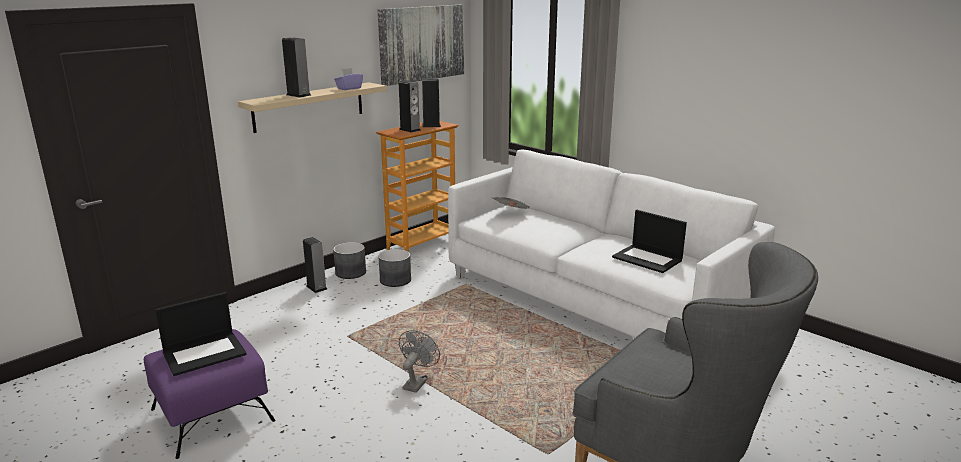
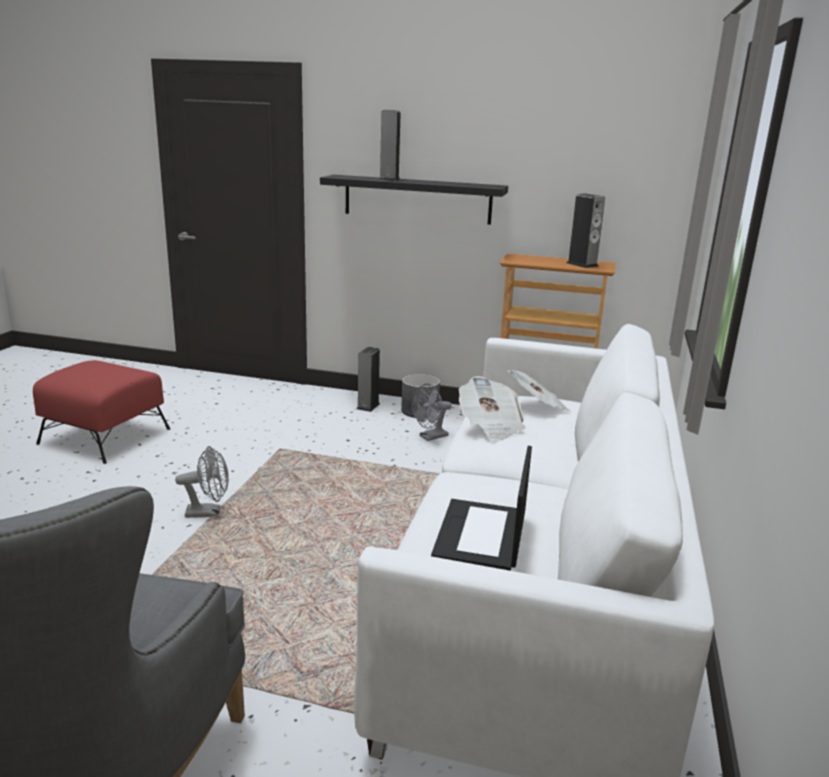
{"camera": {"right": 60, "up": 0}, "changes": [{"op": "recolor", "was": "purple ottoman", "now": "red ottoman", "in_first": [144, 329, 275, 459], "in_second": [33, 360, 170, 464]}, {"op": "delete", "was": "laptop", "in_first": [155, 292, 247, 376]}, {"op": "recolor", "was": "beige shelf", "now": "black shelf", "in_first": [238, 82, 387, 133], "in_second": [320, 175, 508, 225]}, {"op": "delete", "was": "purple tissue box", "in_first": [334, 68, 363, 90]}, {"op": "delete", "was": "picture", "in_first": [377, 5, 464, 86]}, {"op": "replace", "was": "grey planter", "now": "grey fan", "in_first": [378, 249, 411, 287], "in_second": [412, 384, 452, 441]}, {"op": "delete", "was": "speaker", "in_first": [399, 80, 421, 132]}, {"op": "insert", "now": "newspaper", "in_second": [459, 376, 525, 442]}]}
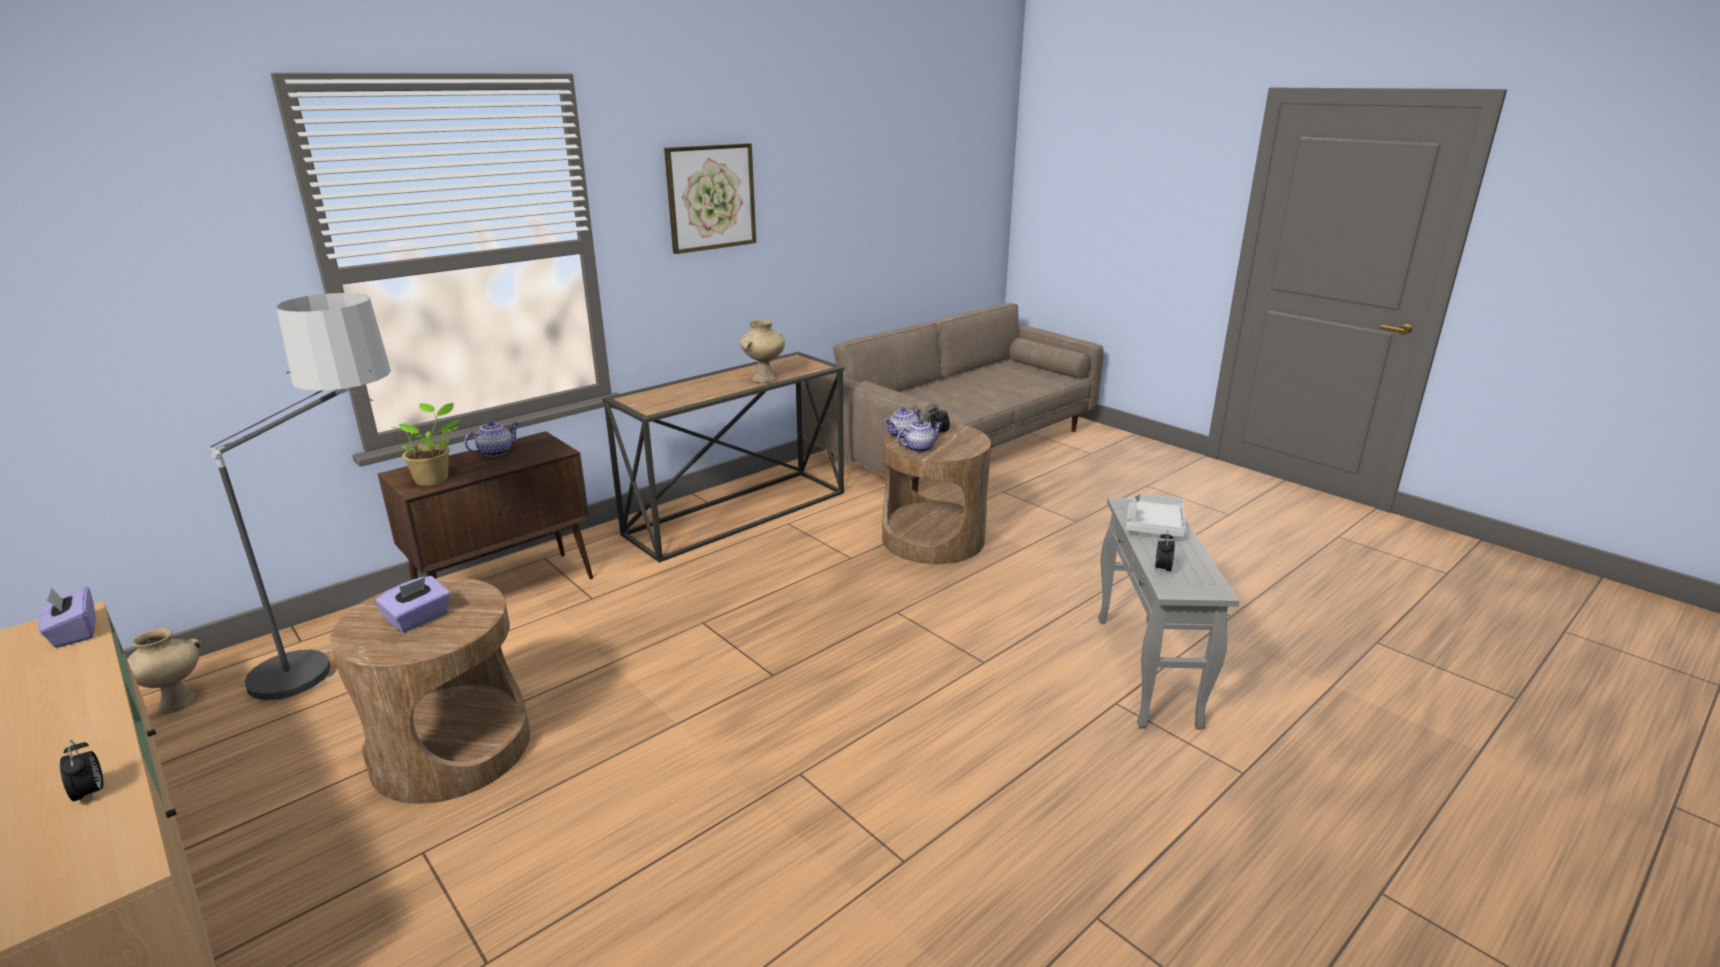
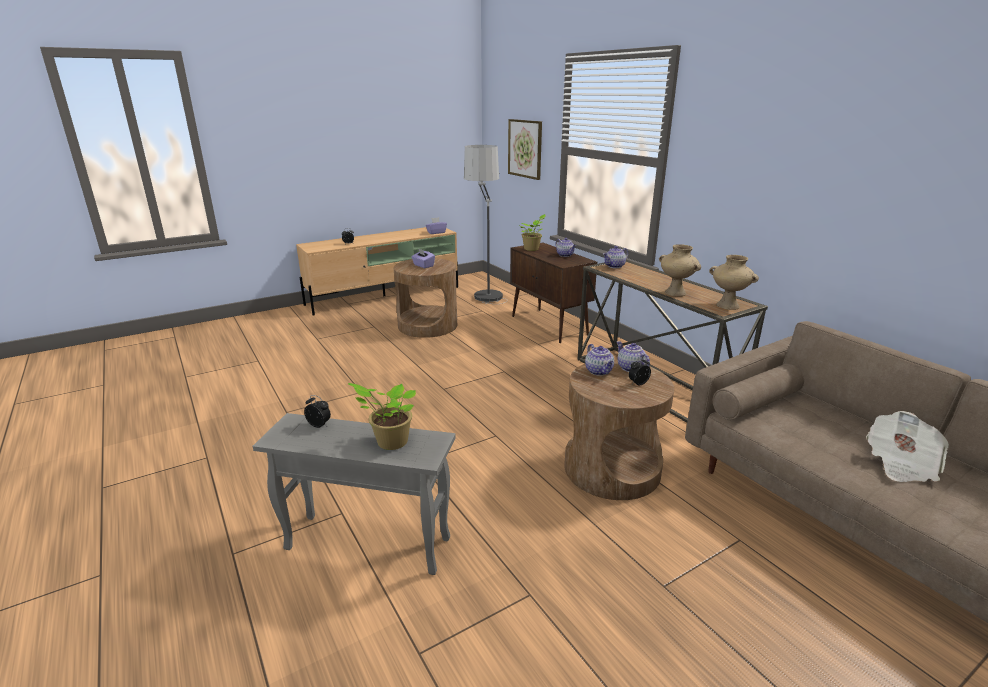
{"camera": {"right": 100, "up": 0}, "changes": [{"op": "move", "was": "beige vase", "in_first": [127, 628, 203, 714], "in_second": [709, 255, 759, 310]}, {"op": "move", "was": "picture", "in_first": [664, 143, 756, 254], "in_second": [508, 119, 542, 180]}, {"op": "replace", "was": "grey tray", "now": "potted plant", "in_first": [1126, 494, 1186, 537], "in_second": [348, 383, 416, 450]}, {"op": "insert", "now": "teapot", "in_second": [603, 246, 628, 268]}, {"op": "insert", "now": "newspaper", "in_second": [866, 411, 949, 482]}]}
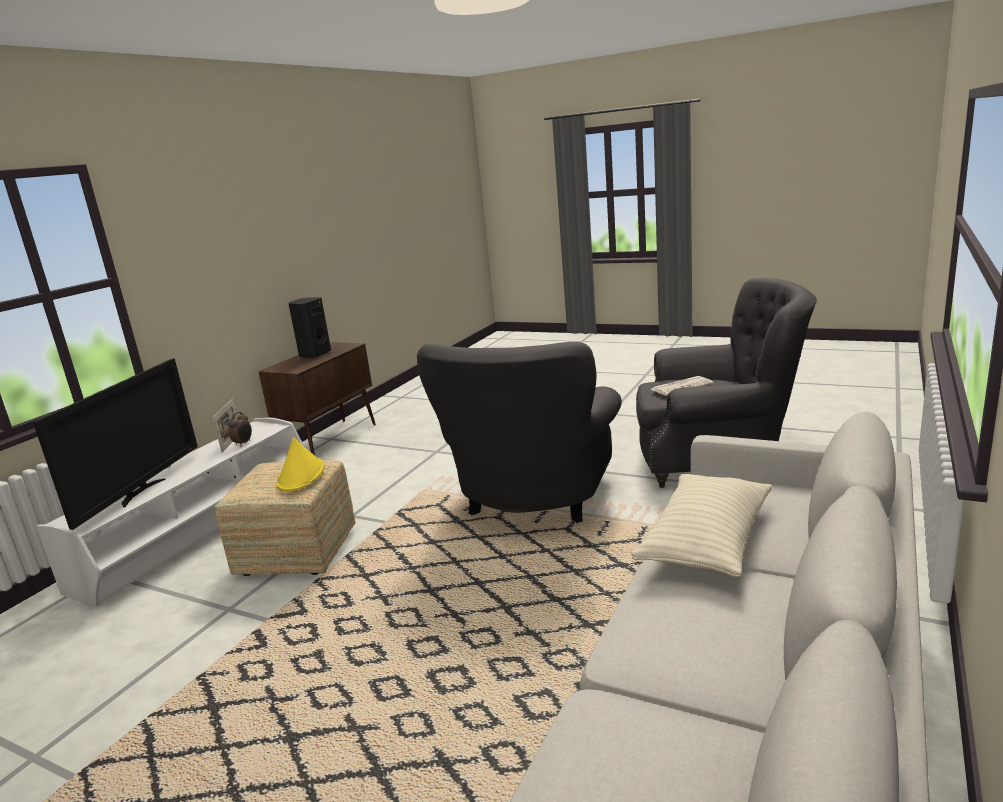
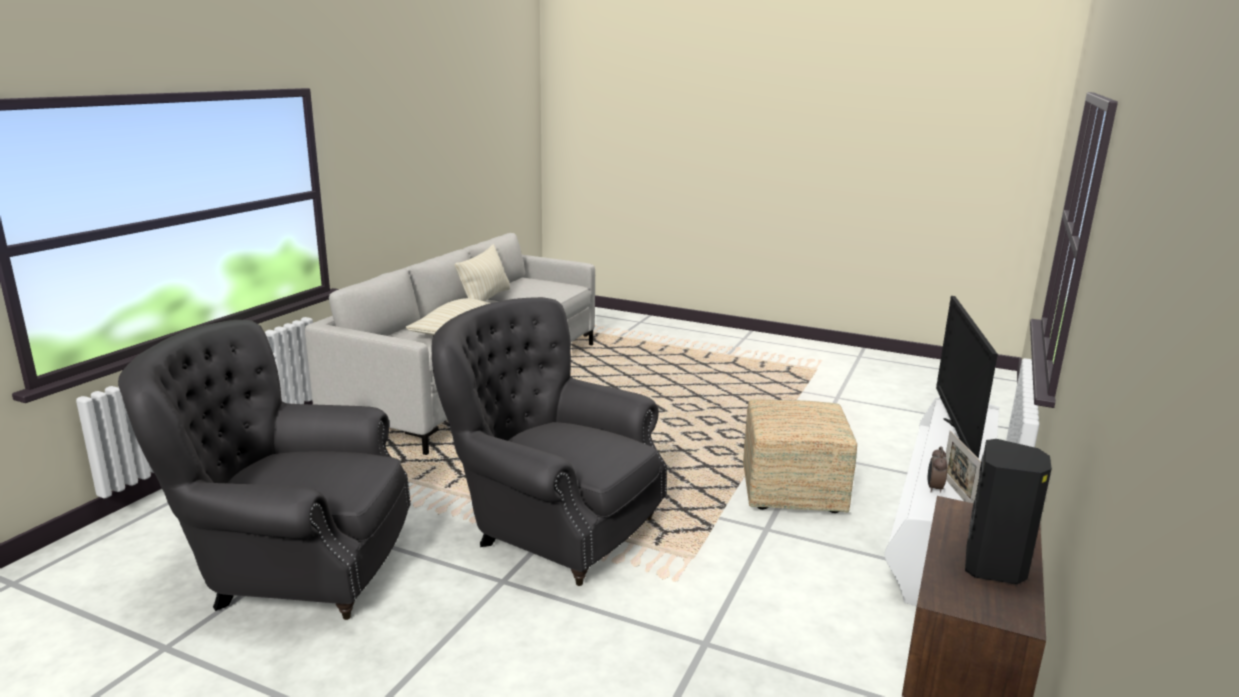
{"camera": {"right": 175, "up": 0}, "changes": [{"op": "delete", "was": "yellow hat", "in_first": [276, 437, 325, 492]}, {"op": "rotate", "was": "grey armchair", "in_first": [417, 342, 622, 523], "in_second": [432, 297, 667, 586], "clockwise": -75}, {"op": "delete", "was": "newspaper", "in_first": [651, 376, 714, 396]}, {"op": "insert", "now": "beige pillow", "in_second": [455, 244, 510, 301]}]}
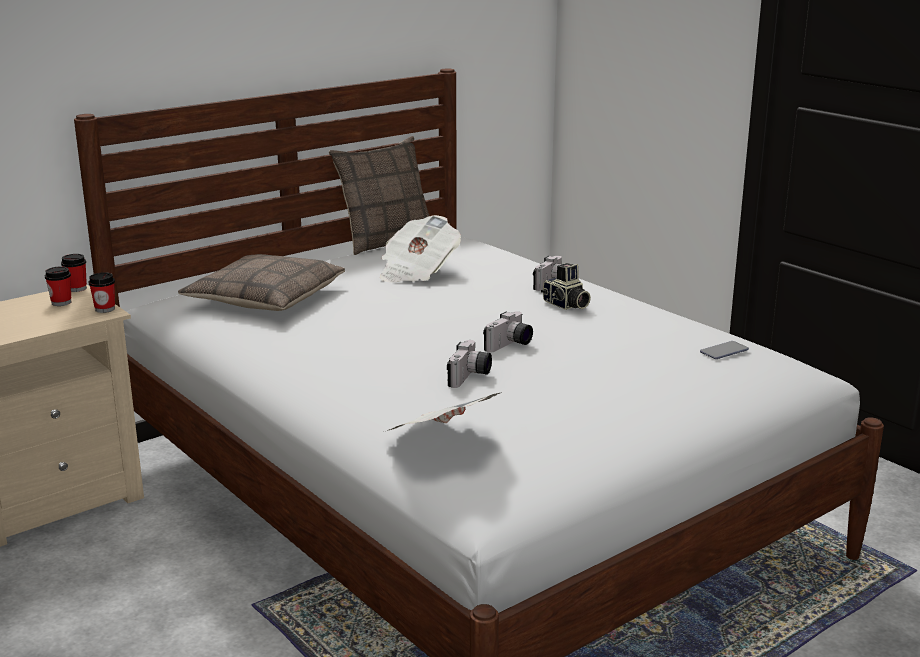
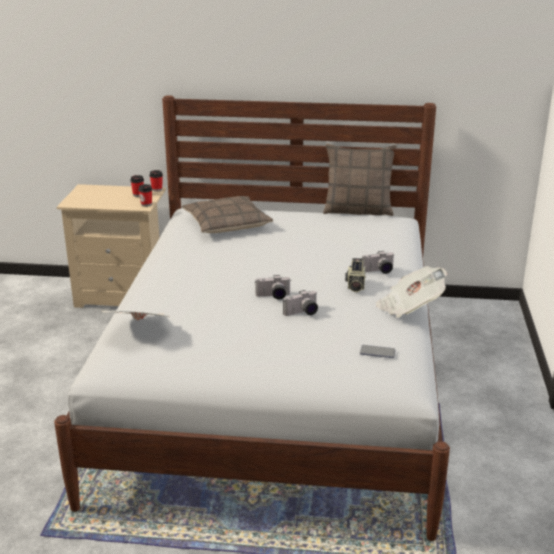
{"camera": {"right": 45, "up": 5}, "changes": [{"op": "move", "was": "newspaper", "in_first": [380, 215, 461, 283], "in_second": [376, 266, 448, 318]}, {"op": "move", "was": "photo camera", "in_first": [447, 340, 492, 388], "in_second": [283, 290, 318, 316]}]}
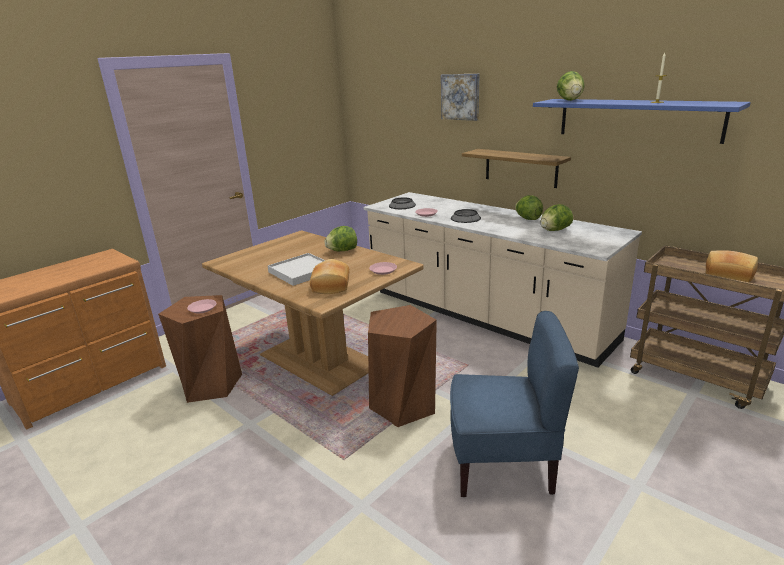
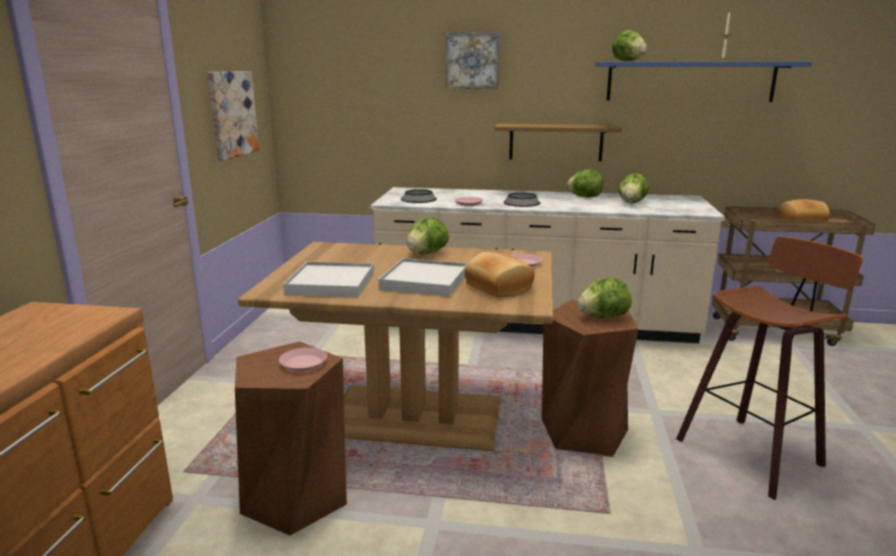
{"camera": {"right": -35, "up": -5}, "changes": [{"op": "replace", "was": "blue chair", "now": "stool", "in_first": [450, 311, 579, 497], "in_second": [676, 236, 863, 500]}, {"op": "insert", "now": "picture", "in_second": [208, 71, 259, 161]}, {"op": "insert", "now": "white tray", "in_second": [283, 262, 374, 298]}, {"op": "insert", "now": "lettuce", "in_second": [578, 278, 632, 318]}]}
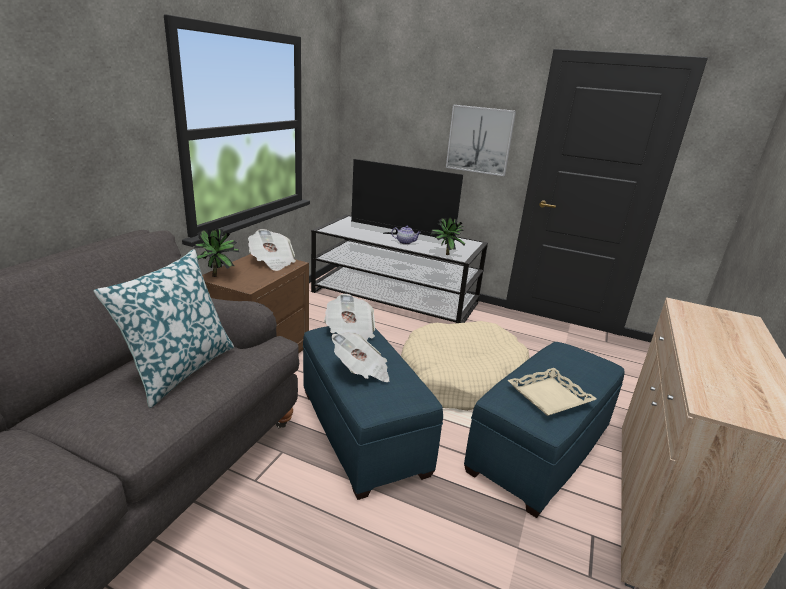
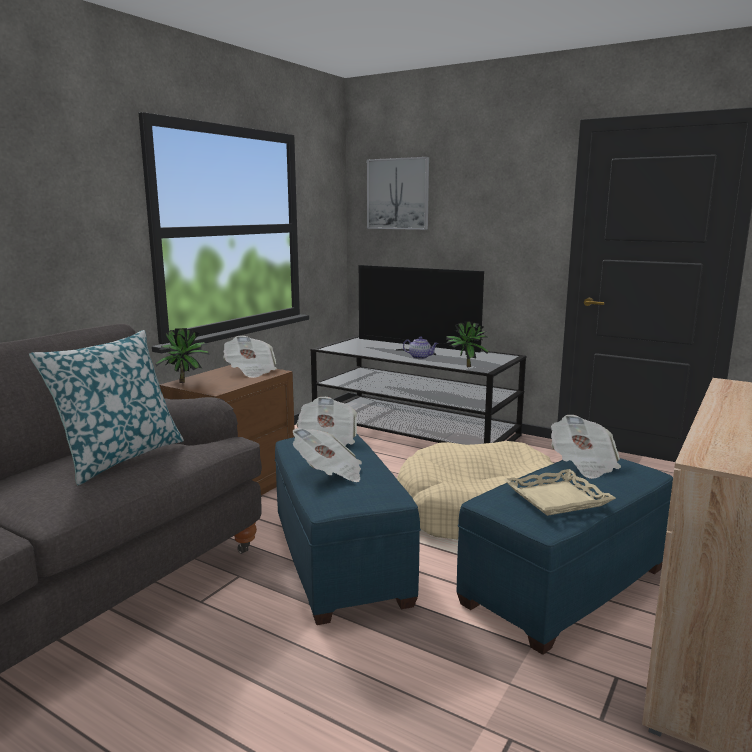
{"camera": {"right": 10, "up": -10}, "changes": [{"op": "move", "was": "picture", "in_first": [446, 105, 516, 176], "in_second": [367, 157, 429, 230]}, {"op": "insert", "now": "newspaper", "in_second": [551, 415, 621, 479]}]}
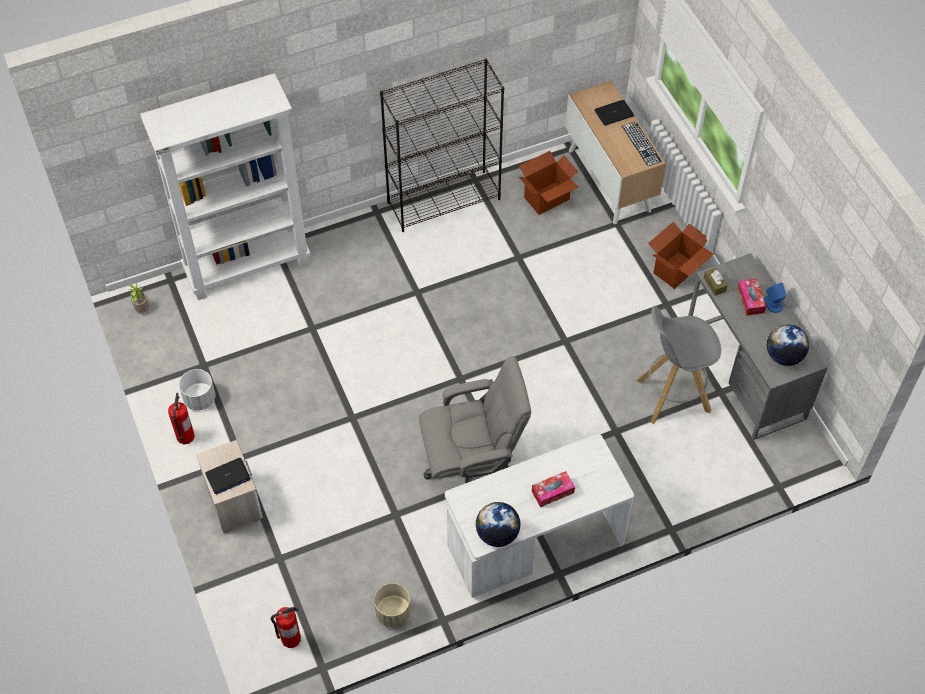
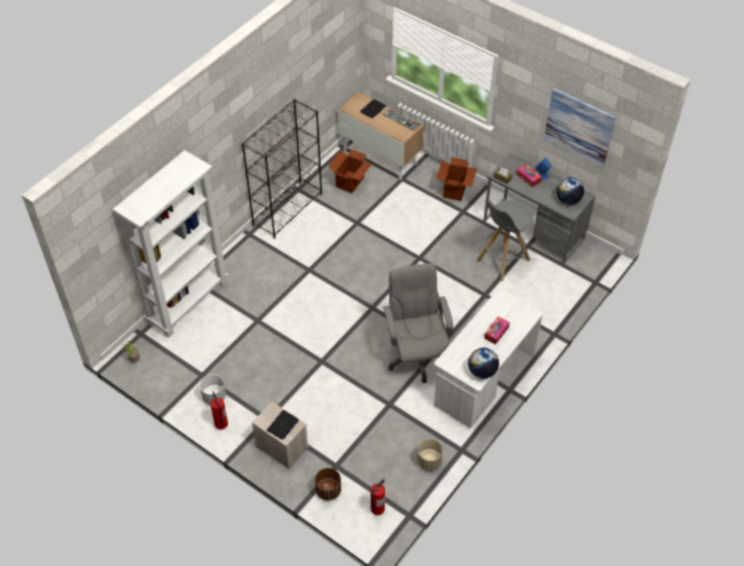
{"camera": {"right": -30, "up": -5}, "changes": [{"op": "rotate", "was": "grey office chair", "in_first": [419, 356, 531, 484], "in_second": [384, 263, 453, 383], "clockwise": -60}, {"op": "insert", "now": "brown planter", "in_second": [315, 468, 341, 500]}, {"op": "insert", "now": "picture", "in_second": [544, 88, 616, 168]}]}
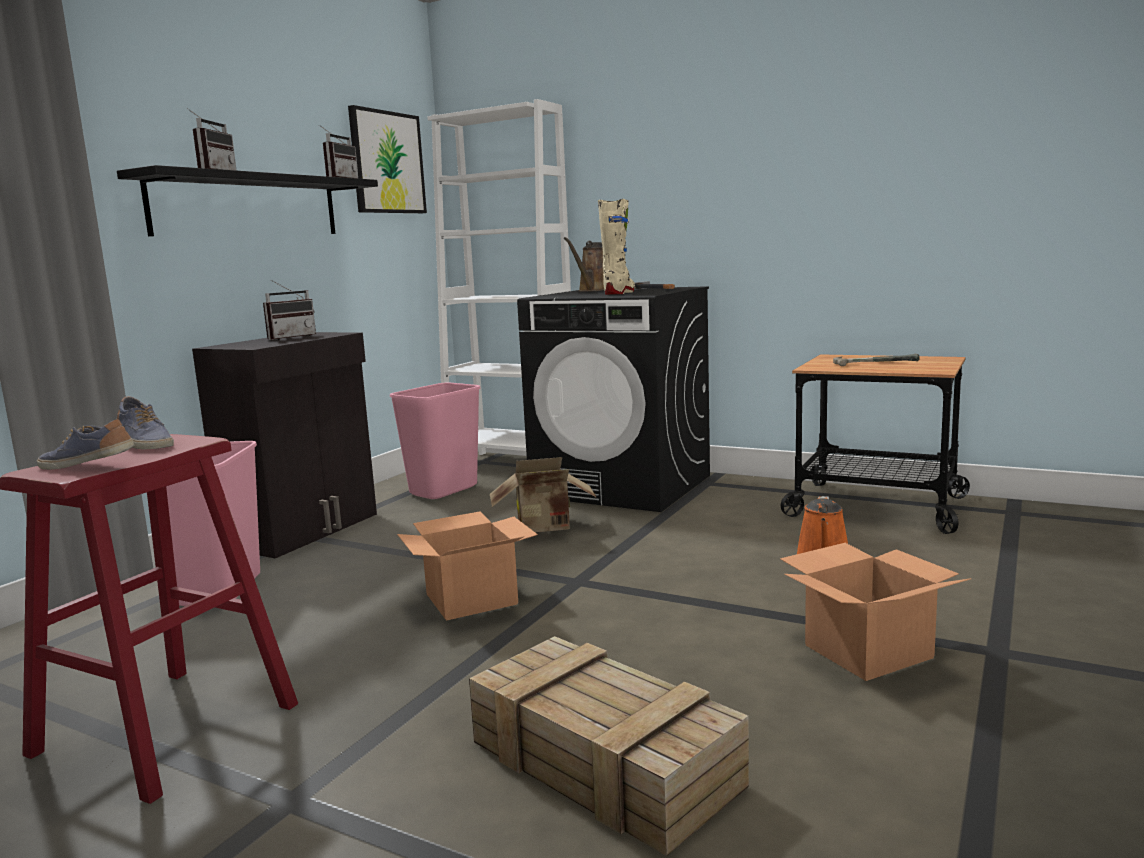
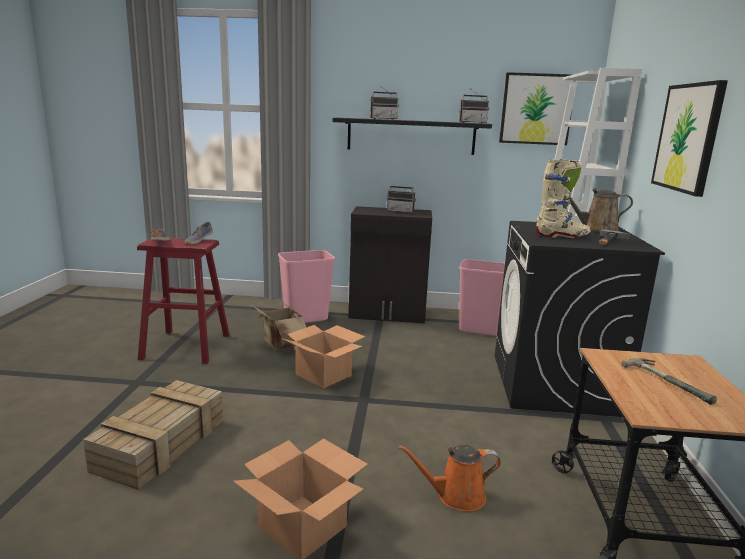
{"camera": {"right": 65, "up": 5}, "changes": [{"op": "move", "was": "cardboard box", "in_first": [490, 457, 597, 532], "in_second": [252, 299, 307, 350]}, {"op": "insert", "now": "picture", "in_second": [651, 80, 728, 197]}]}
